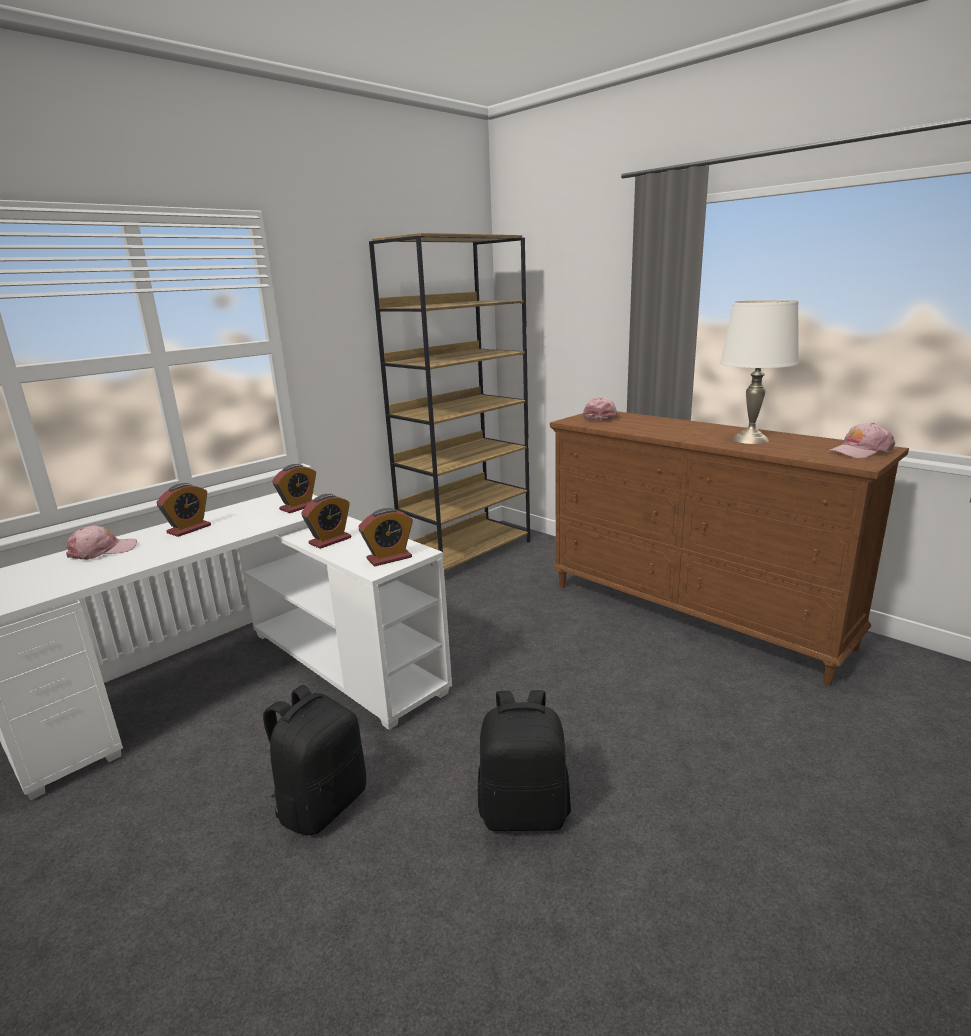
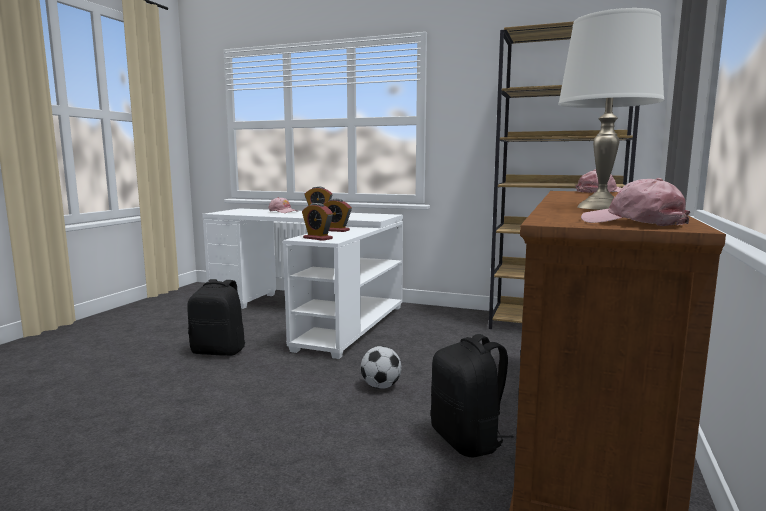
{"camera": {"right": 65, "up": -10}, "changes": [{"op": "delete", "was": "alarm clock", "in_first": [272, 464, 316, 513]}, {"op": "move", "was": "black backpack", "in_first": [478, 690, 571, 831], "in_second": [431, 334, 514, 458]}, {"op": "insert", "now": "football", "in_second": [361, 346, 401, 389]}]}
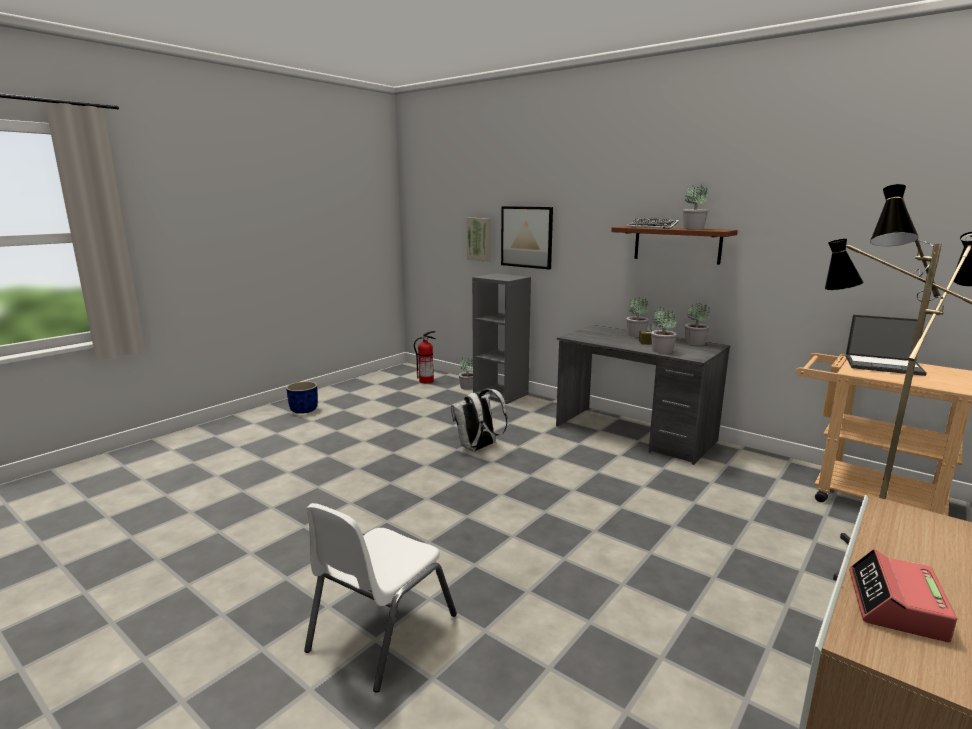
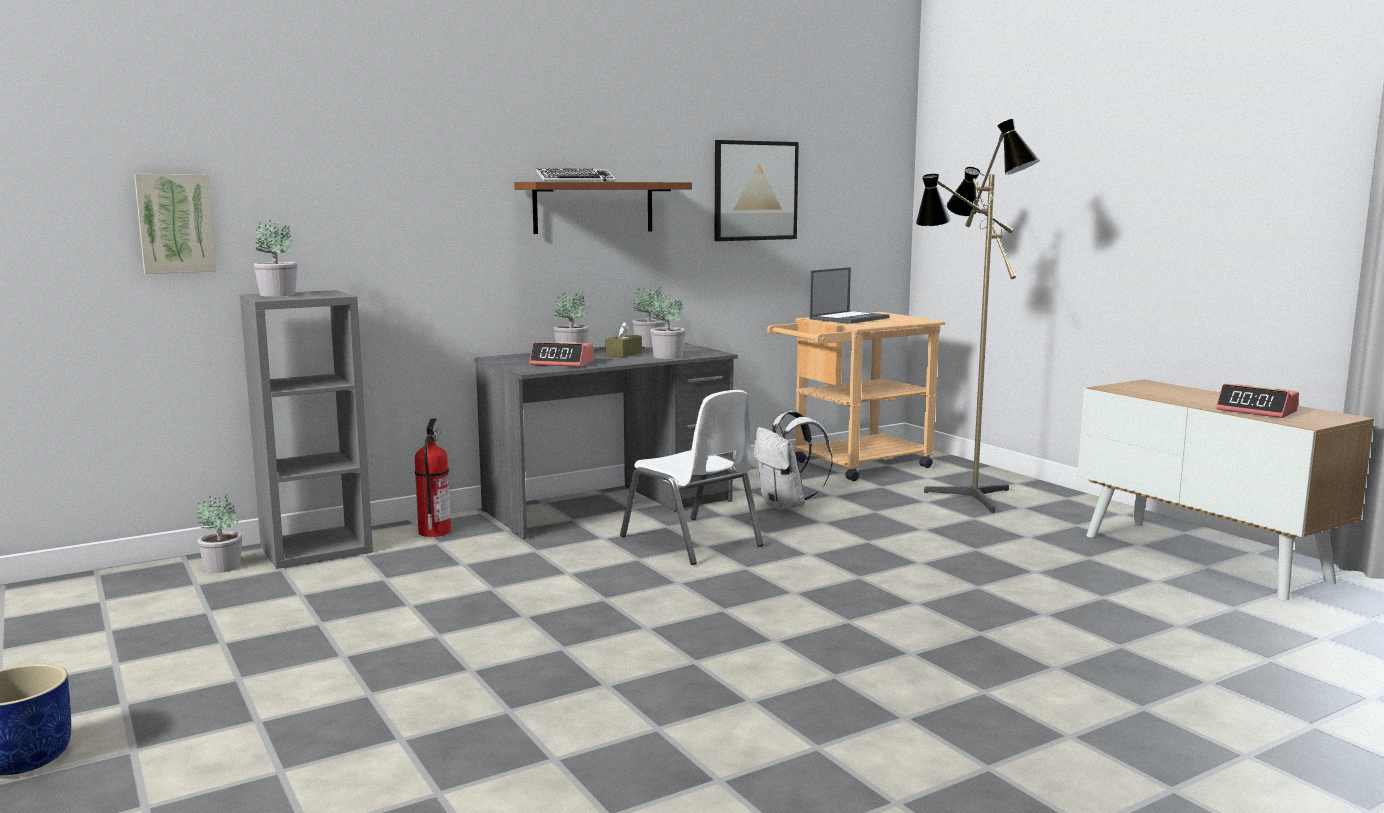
{"camera": {"right": -70, "up": -5}, "changes": [{"op": "move", "was": "white chair", "in_first": [304, 503, 457, 693], "in_second": [620, 390, 763, 565]}, {"op": "move", "was": "fire extinguisher", "in_first": [414, 331, 436, 383], "in_second": [415, 418, 451, 537]}, {"op": "move", "was": "white backpack", "in_first": [451, 389, 507, 451], "in_second": [754, 411, 833, 510]}, {"op": "move", "was": "picture", "in_first": [501, 206, 553, 270], "in_second": [715, 140, 799, 241]}, {"op": "move", "was": "potted plant", "in_first": [683, 184, 708, 229], "in_second": [253, 220, 297, 297]}, {"op": "insert", "now": "alarm clock", "in_second": [529, 342, 593, 367]}]}
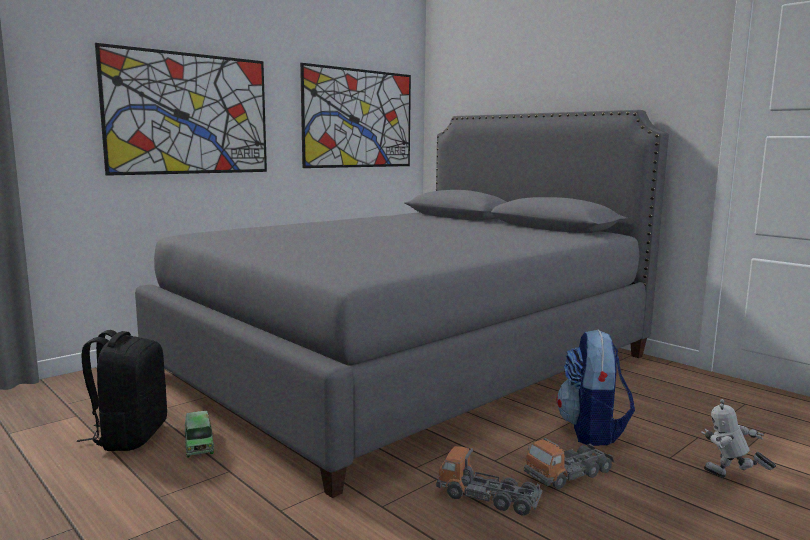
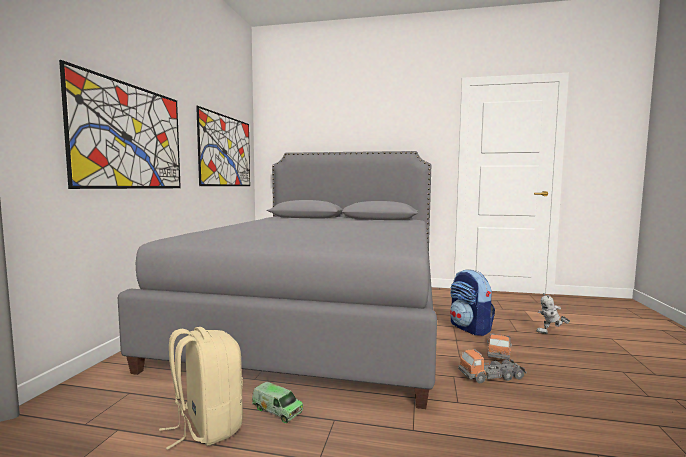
{"camera": {"right": -35, "up": -5}, "changes": [{"op": "recolor", "was": "black backpack", "now": "beige backpack", "in_first": [77, 330, 167, 451], "in_second": [159, 327, 243, 450]}]}
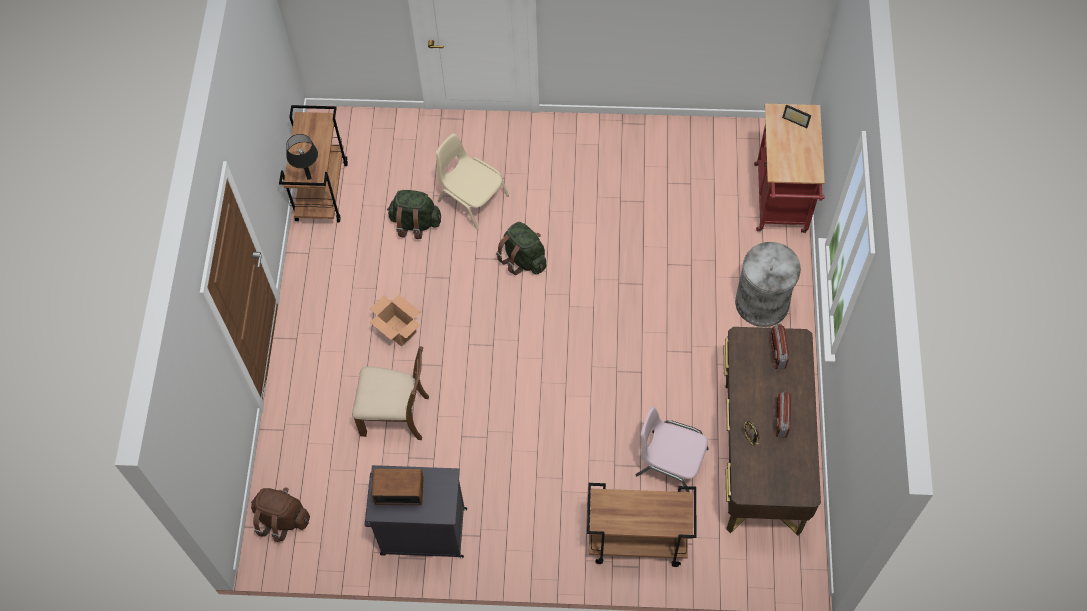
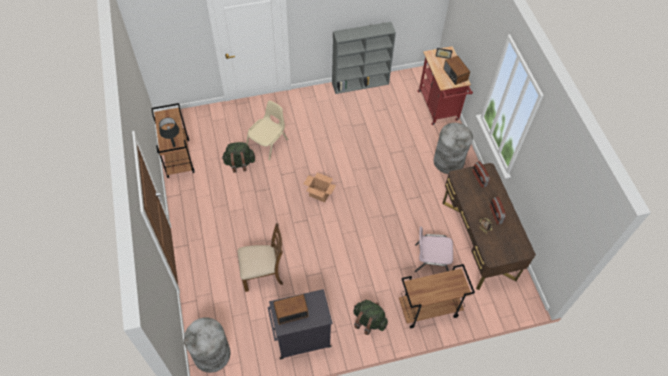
{"camera": {"right": -20, "up": -5}, "changes": [{"op": "replace", "was": "brown backpack", "now": "grey trash can", "in_first": [251, 487, 310, 542], "in_second": [184, 317, 231, 373]}, {"op": "move", "was": "cardboard box", "in_first": [370, 295, 420, 347], "in_second": [304, 173, 336, 202]}, {"op": "rotate", "was": "beige chair", "in_first": [436, 133, 509, 230], "in_second": [246, 100, 288, 160], "clockwise": 105}, {"op": "move", "was": "green backpack", "in_first": [496, 222, 547, 275], "in_second": [353, 300, 388, 335]}, {"op": "insert", "now": "grey bookcase", "in_second": [332, 22, 396, 94]}, {"op": "insert", "now": "radio", "in_second": [443, 56, 470, 85]}]}
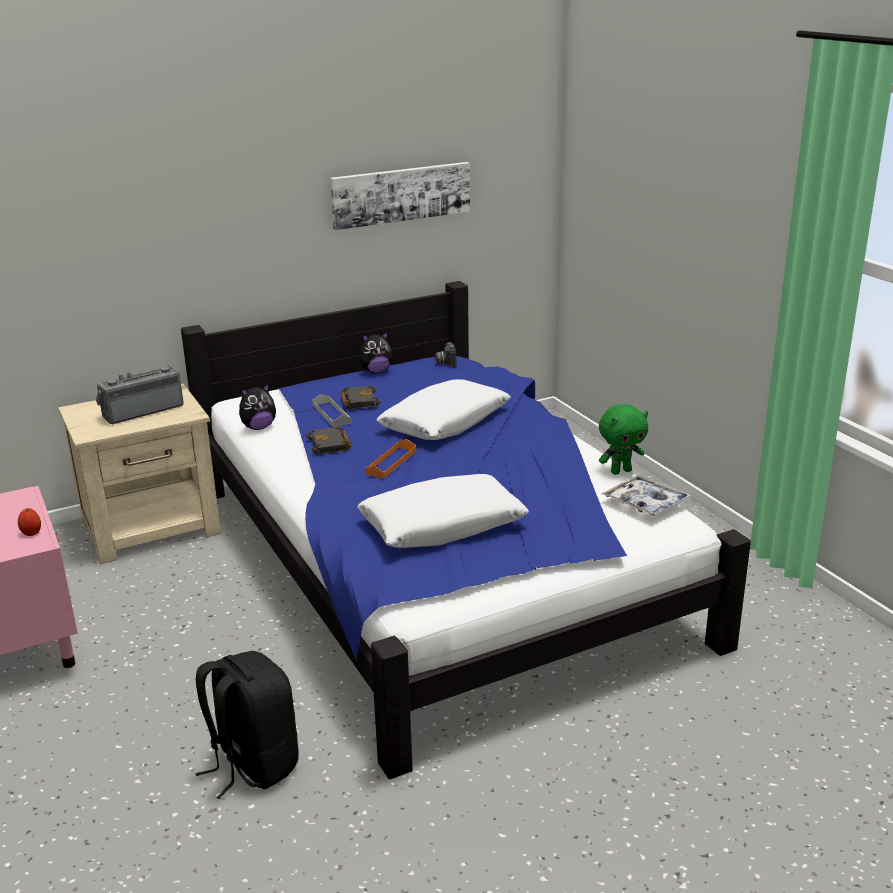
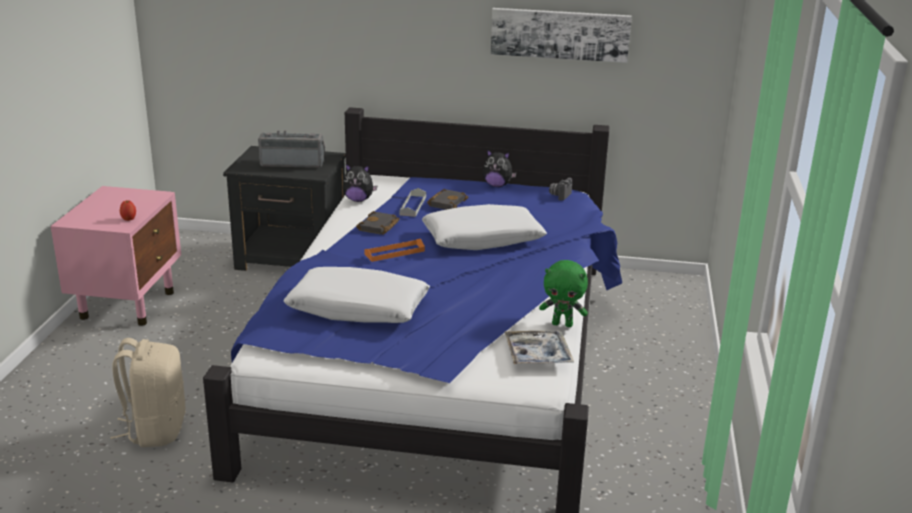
{"camera": {"right": 35, "up": 0}, "changes": [{"op": "recolor", "was": "beige nightstand", "now": "black nightstand", "in_first": [58, 384, 221, 564], "in_second": [223, 146, 346, 271]}, {"op": "recolor", "was": "black backpack", "now": "beige backpack", "in_first": [195, 651, 299, 799], "in_second": [111, 338, 186, 447]}]}
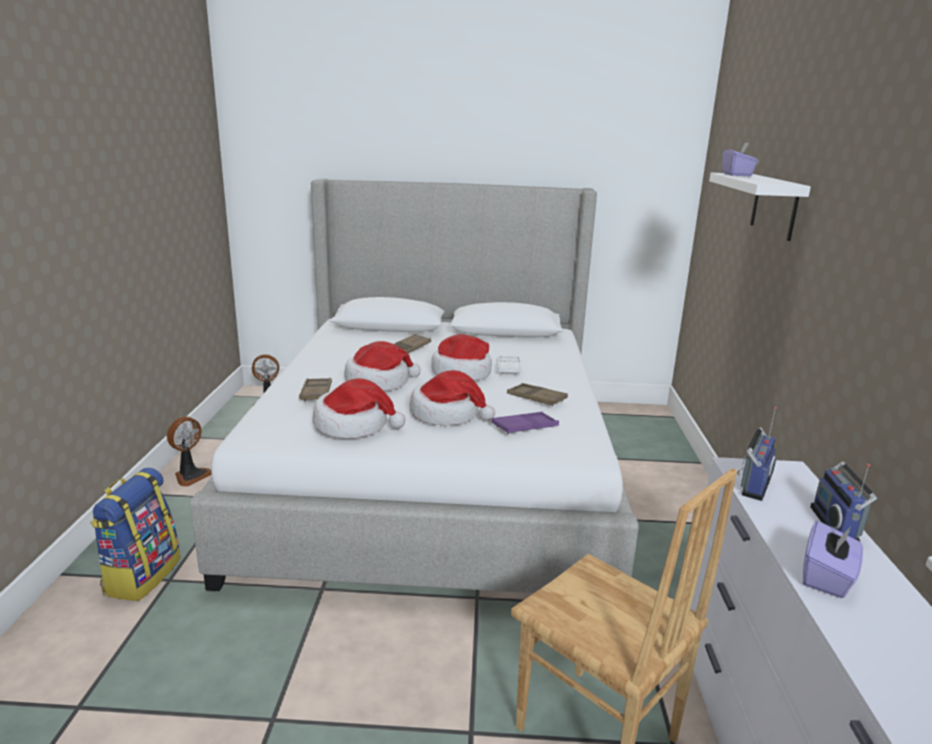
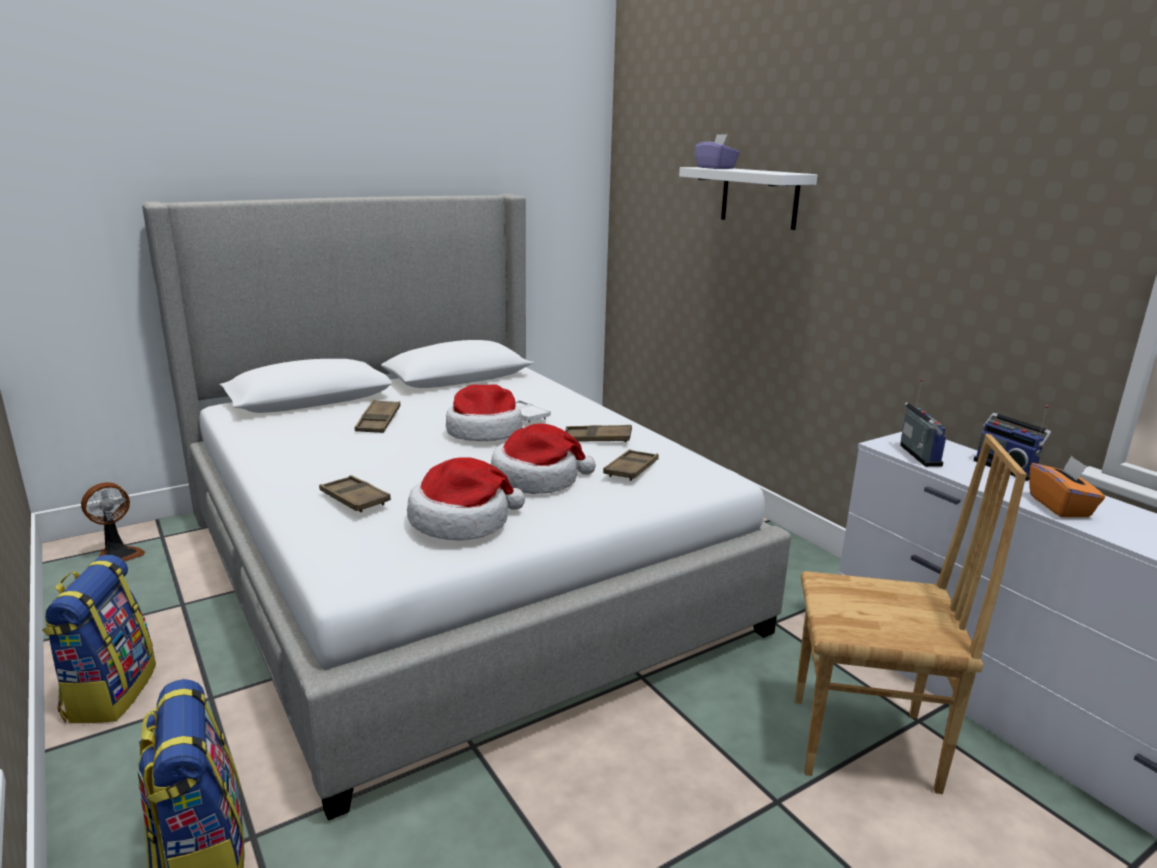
{"camera": {"right": -35, "up": 0}, "changes": [{"op": "replace", "was": "fan", "now": "backpack", "in_first": [167, 416, 212, 486], "in_second": [42, 555, 156, 723]}, {"op": "delete", "was": "hat", "in_first": [344, 341, 421, 391]}, {"op": "recolor", "was": "purple tray", "now": "brown tray", "in_first": [492, 412, 559, 434], "in_second": [603, 449, 659, 481]}, {"op": "recolor", "was": "purple tissue box", "now": "orange tissue box", "in_first": [803, 521, 863, 598], "in_second": [1029, 456, 1105, 517]}]}
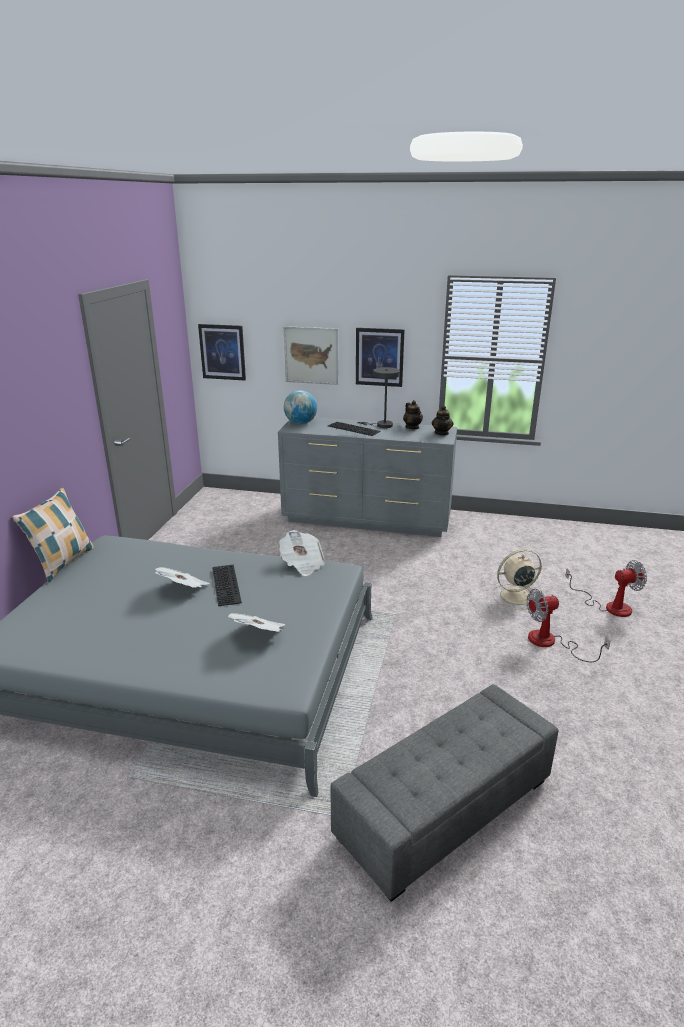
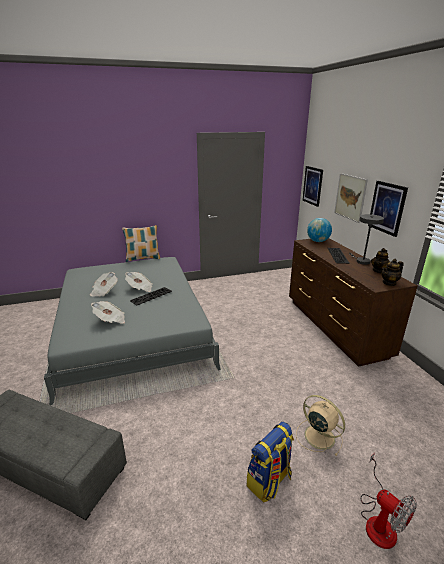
{"camera": {"right": 60, "up": 0}, "changes": [{"op": "recolor", "was": "grey dresser", "now": "brown dresser", "in_first": [278, 417, 457, 537], "in_second": [289, 238, 418, 367]}, {"op": "move", "was": "newspaper", "in_first": [279, 530, 325, 576], "in_second": [90, 272, 118, 297]}, {"op": "replace", "was": "fan", "now": "backpack", "in_first": [527, 589, 610, 662], "in_second": [247, 422, 294, 502]}]}
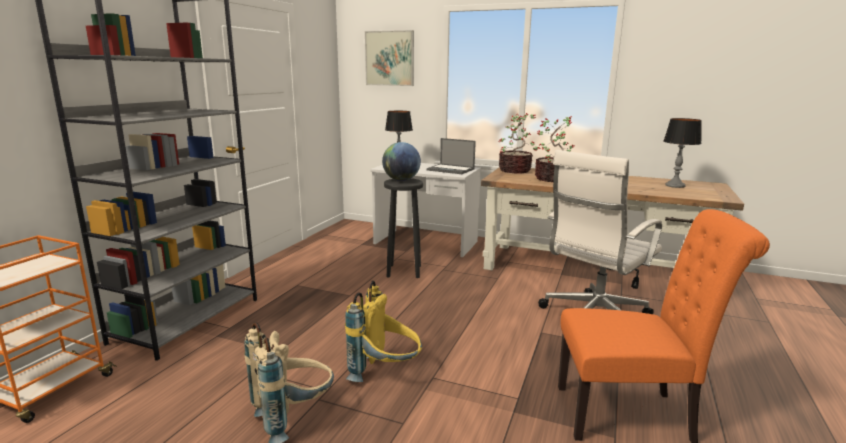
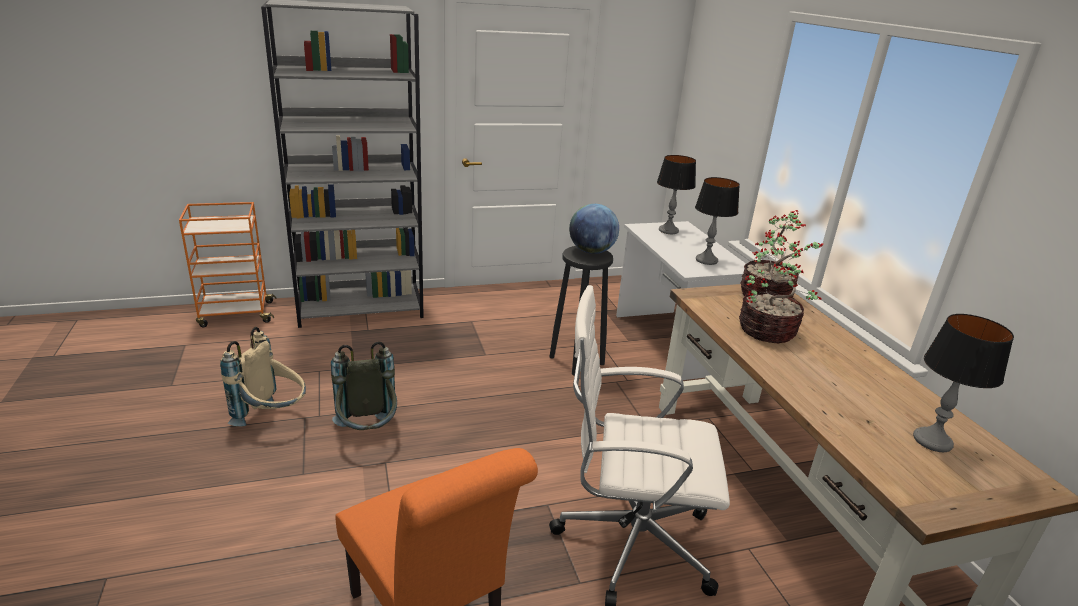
{"camera": {"right": 50, "up": 10}, "changes": [{"op": "recolor", "was": "yellow backpack", "now": "grey backpack", "in_first": [345, 280, 422, 382], "in_second": [331, 341, 397, 430]}, {"op": "delete", "was": "picture", "in_first": [365, 30, 414, 86]}, {"op": "replace", "was": "laptop", "now": "table lamp", "in_first": [427, 138, 476, 174], "in_second": [695, 177, 740, 265]}]}
